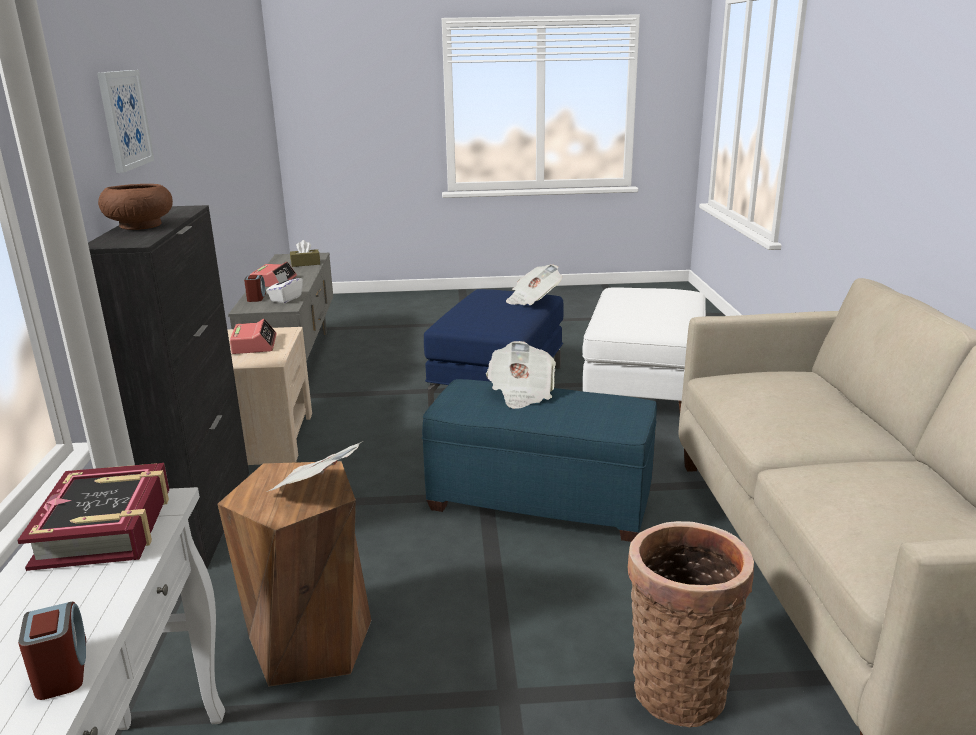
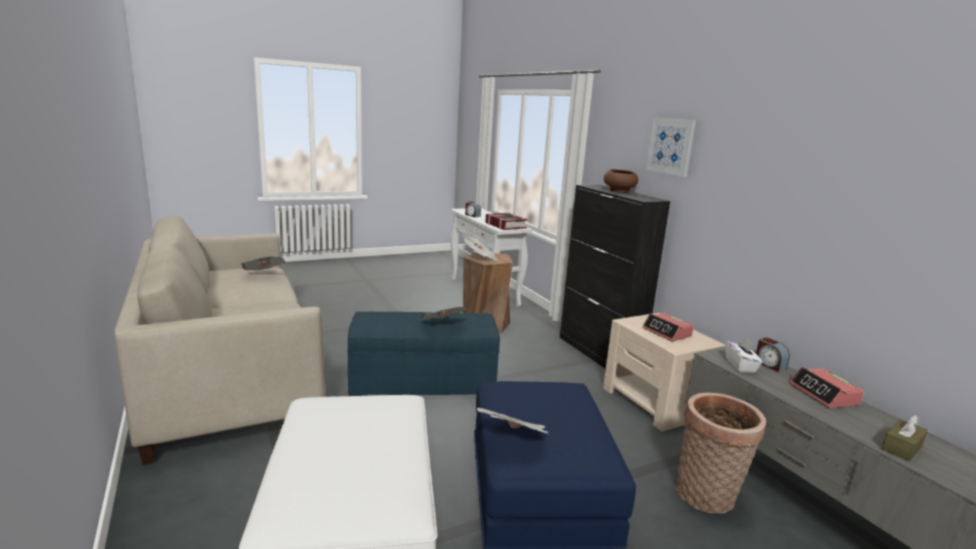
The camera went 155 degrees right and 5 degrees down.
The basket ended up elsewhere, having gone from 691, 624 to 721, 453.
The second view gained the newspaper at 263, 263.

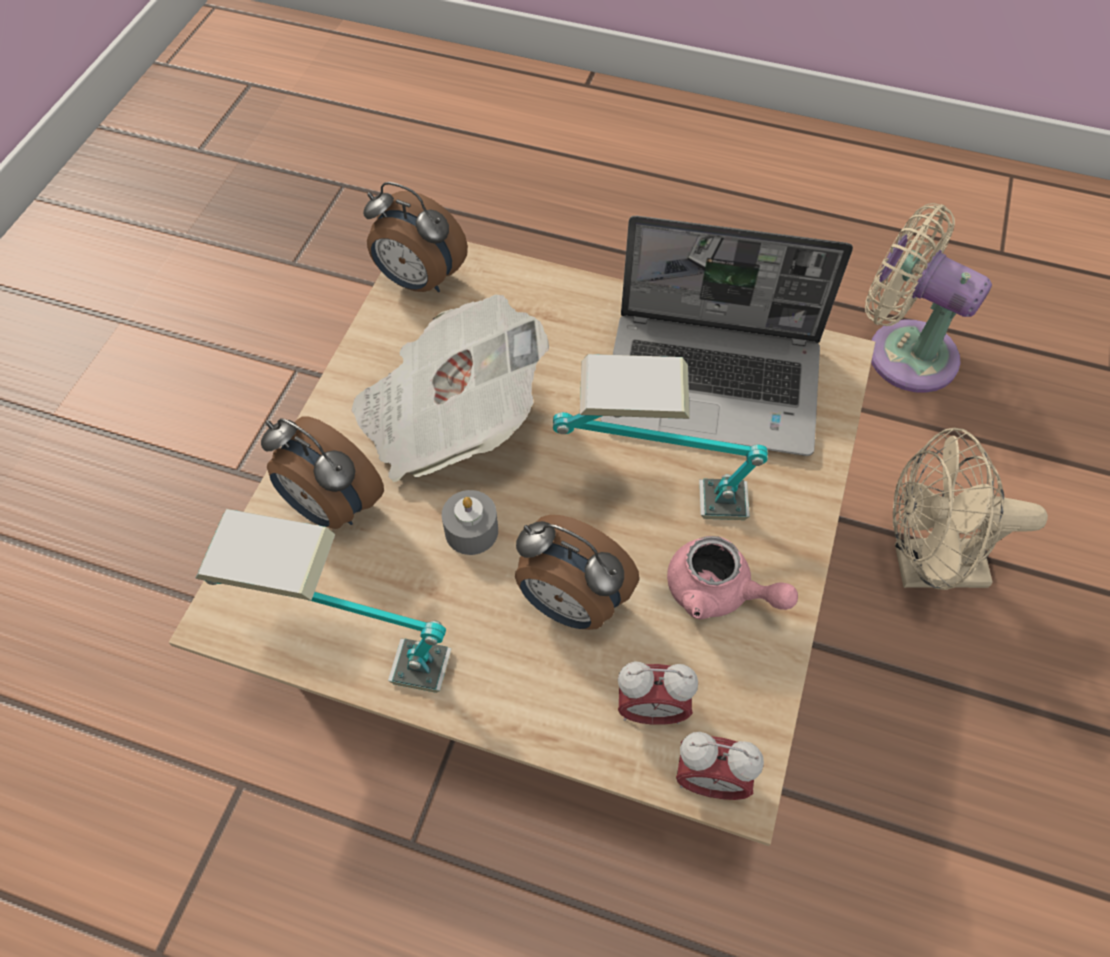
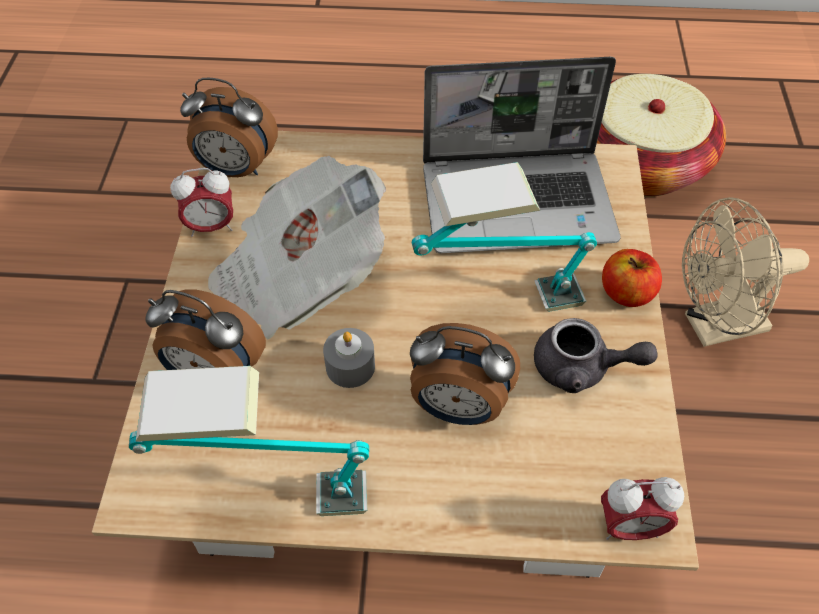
The camera went 15 degrees left and 5 degrees down.
The alarm clock ended up elsewhere, having gone from 658, 693 to 201, 202.
What was the pink teapot at 732, 578 turned into the grey teapot at 596, 355.
Where the beige fan stood at 928, 298, the basket came to stand at 661, 135.
The second view gained the apple at 632, 278.

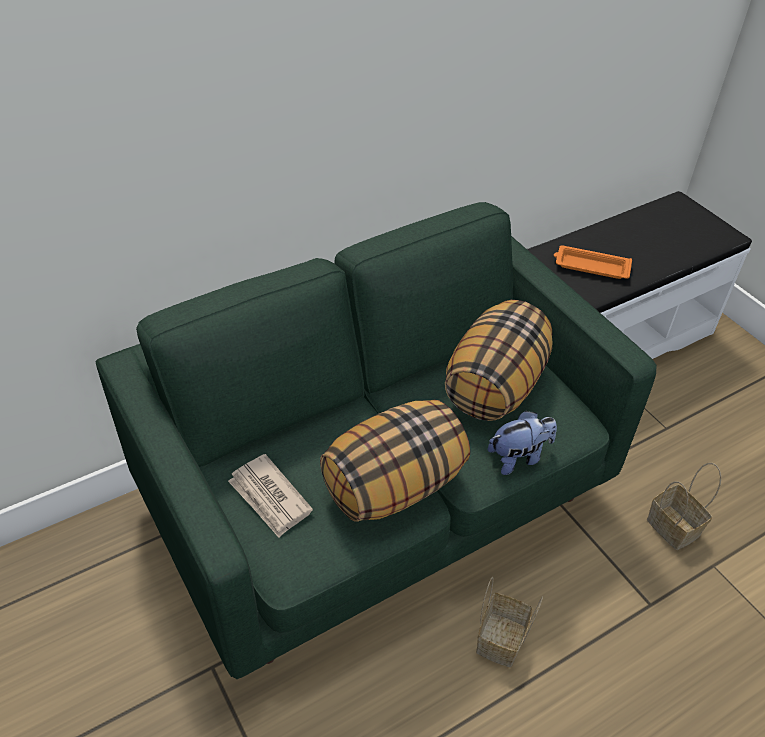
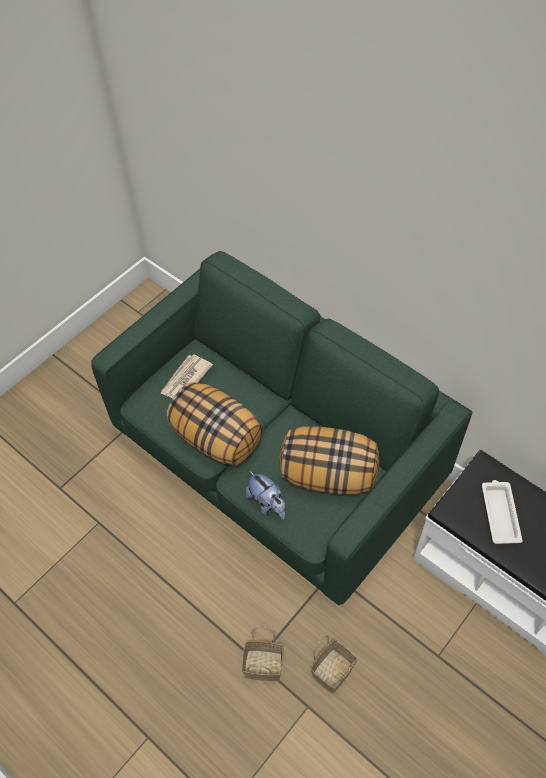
The camera went 75 degrees right and 10 degrees up.
The basket ended up elsewhere, having gone from 509, 622 to 262, 654.
What was the orange tray at 593, 262 turned into the white tray at 502, 512.

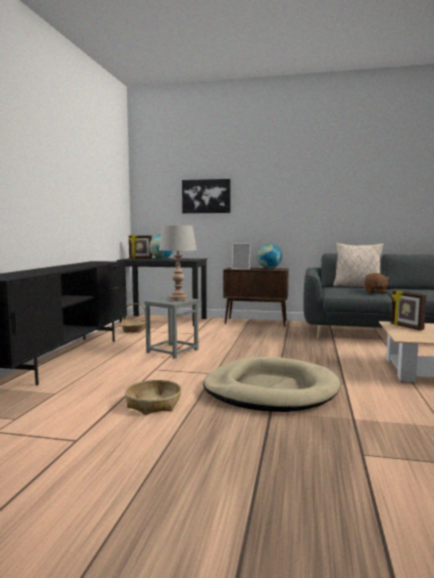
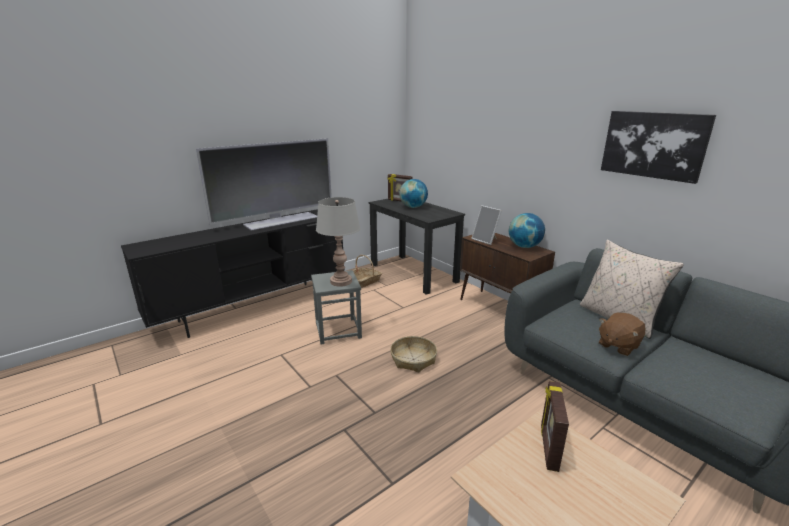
The camera went 40 degrees right and 15 degrees up.
The basket ended up elsewhere, having gone from 153, 397 to 413, 354.
The picture ended up elsewhere, having gone from 206, 196 to 658, 147.
The second view lost the beige dog bed at 272, 384.
The second view gained the television at 264, 184.

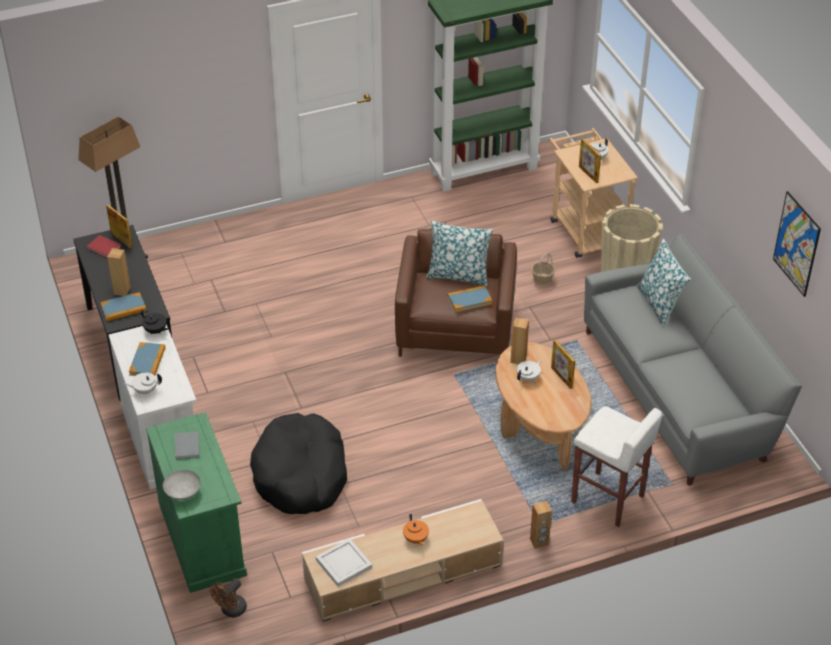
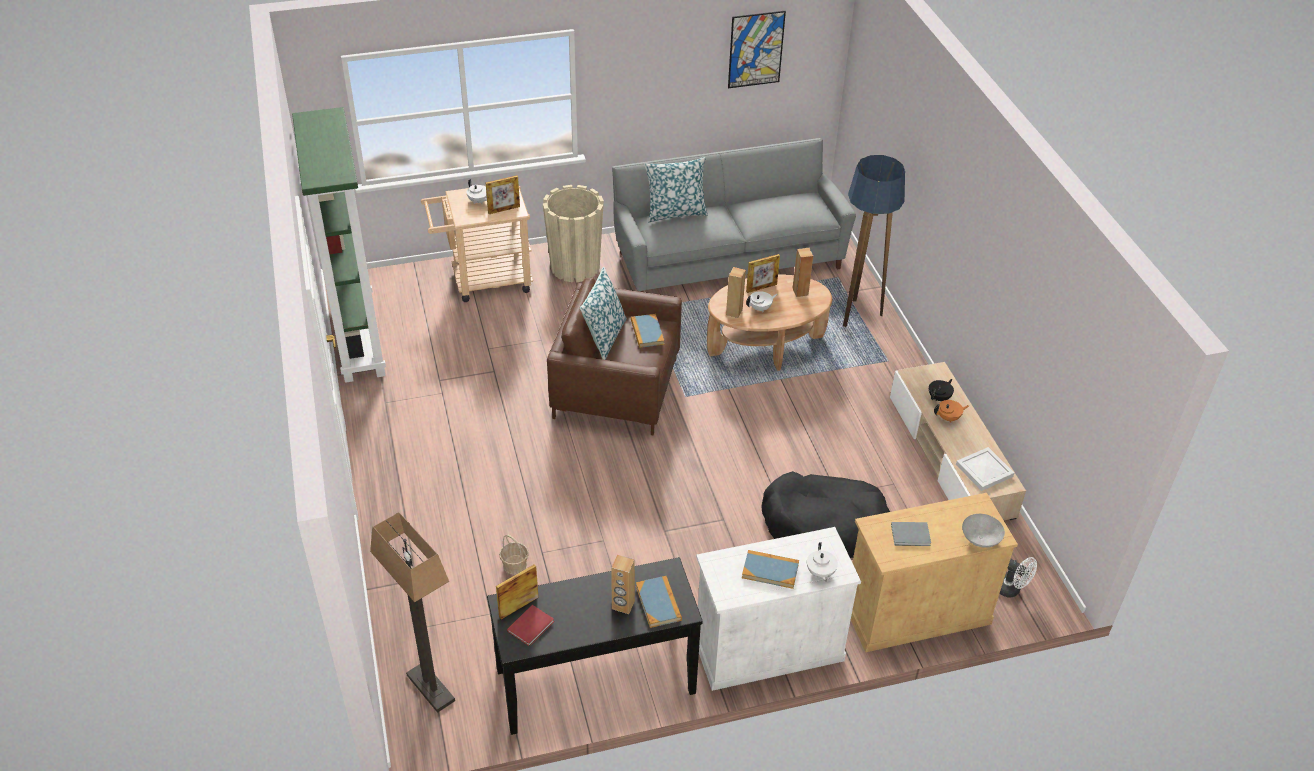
The camera went 85 degrees left and 0 degrees up.
The black teapot ended up elsewhere, having gone from 154, 322 to 941, 390.
What was the green cabinet at 196, 502 turned into the beige cabinet at 934, 572.
What was the brown fan at 228, 598 turned into the white fan at 1018, 577.
The white teapot at 529, 371 ended up facing another way, 105 degrees clockwise from before.
The brown speaker ended up elsewhere, having gone from 541, 525 to 802, 272.
The basket ended up elsewhere, having gone from 543, 270 to 514, 555.
Where the white stool stood at 616, 466, the floor lamp came to stand at 874, 241.

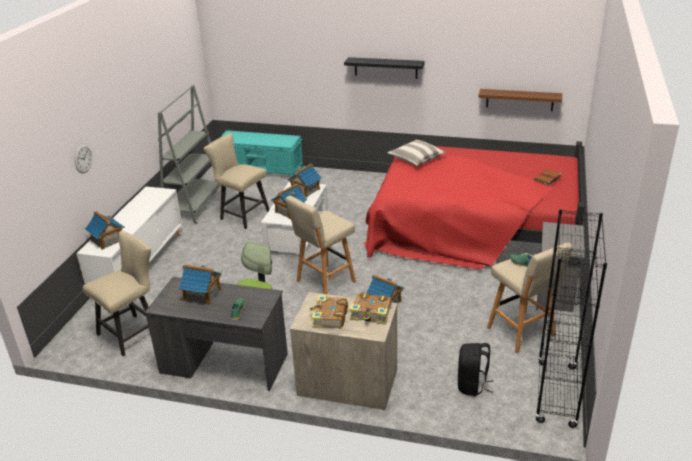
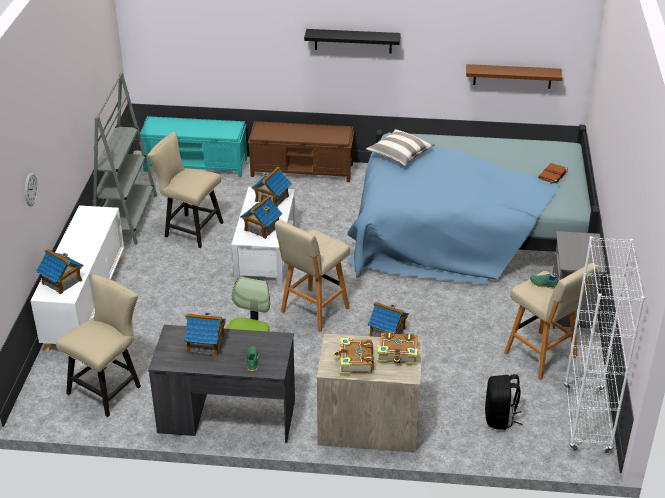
The camera went 10 degrees left and 5 degrees up.
What was the red bed at 474, 205 turned into the blue bed at 473, 205.
What was the black bookcase at 571, 318 turned into the white bookcase at 604, 345.
The second view gained the brown bench at 301, 151.

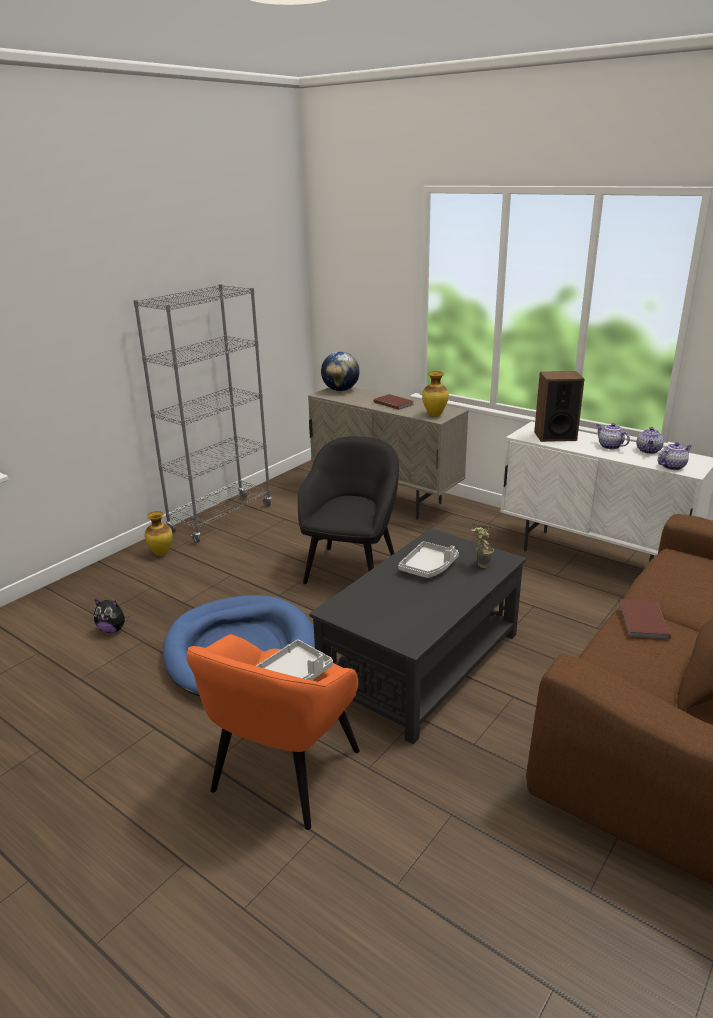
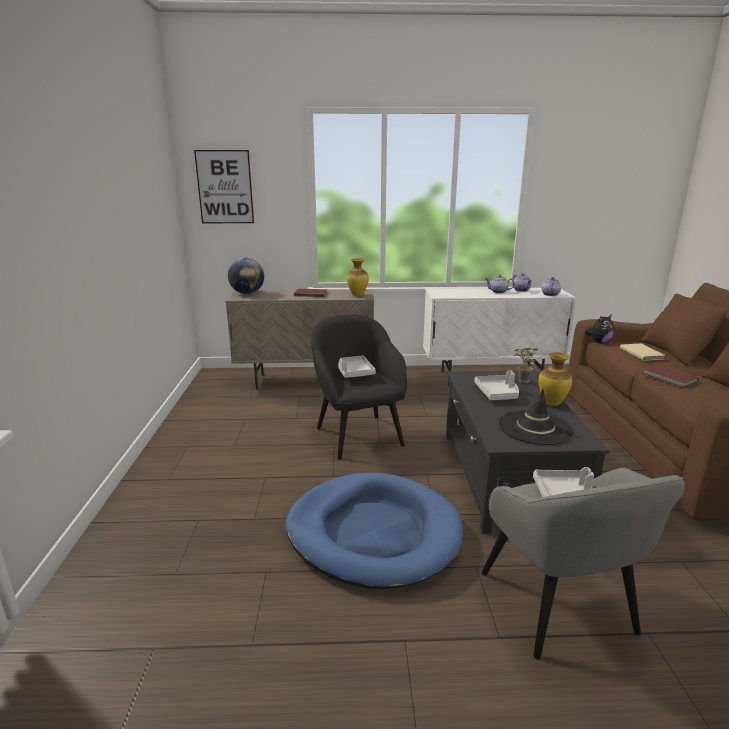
The camera went 40 degrees left and 5 degrees down.
The plush toy ended up elsewhere, having gone from 112, 616 to 599, 328.
The second view lost the grey bookcase at 202, 413.
The vase ended up elsewhere, having gone from 158, 533 to 555, 379.
What was the orange armchair at 273, 732 turned into the grey armchair at 583, 564.
The second view lost the speaker at 559, 406.
The second view gained the picture at 224, 186.
The second view gained the grey tray at 357, 366.
The second view gained the black hat at 536, 417.
The second view gained the beige book at 642, 352.

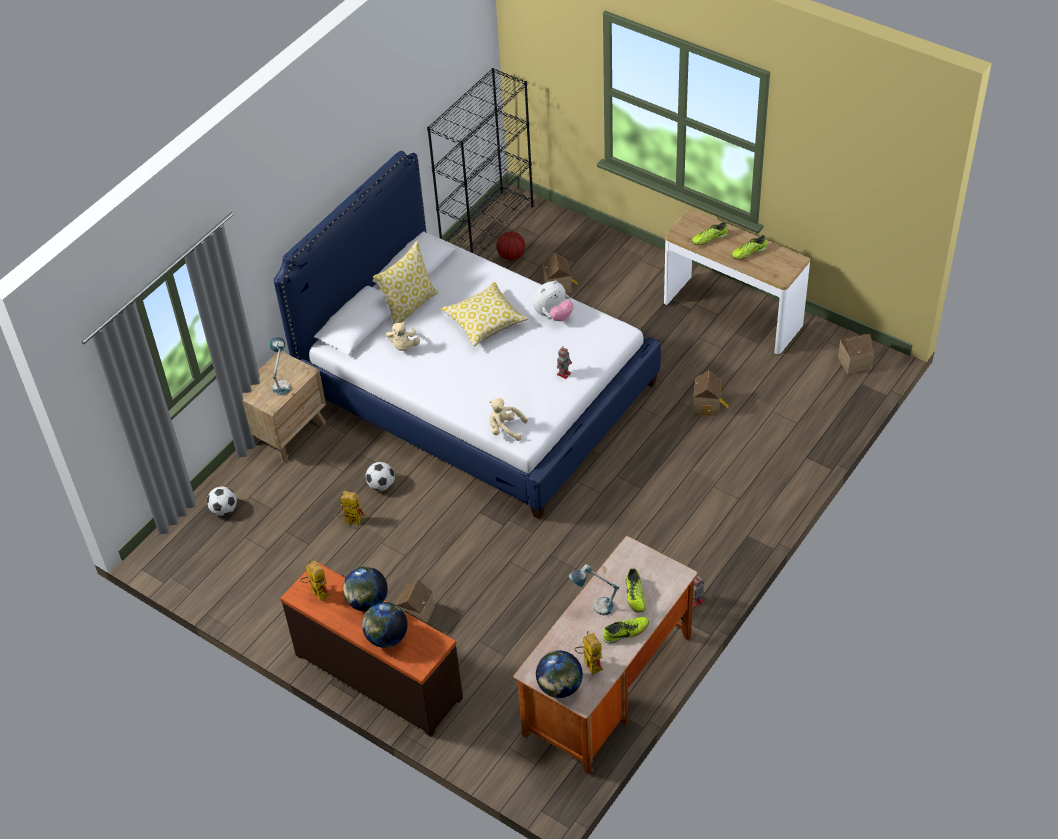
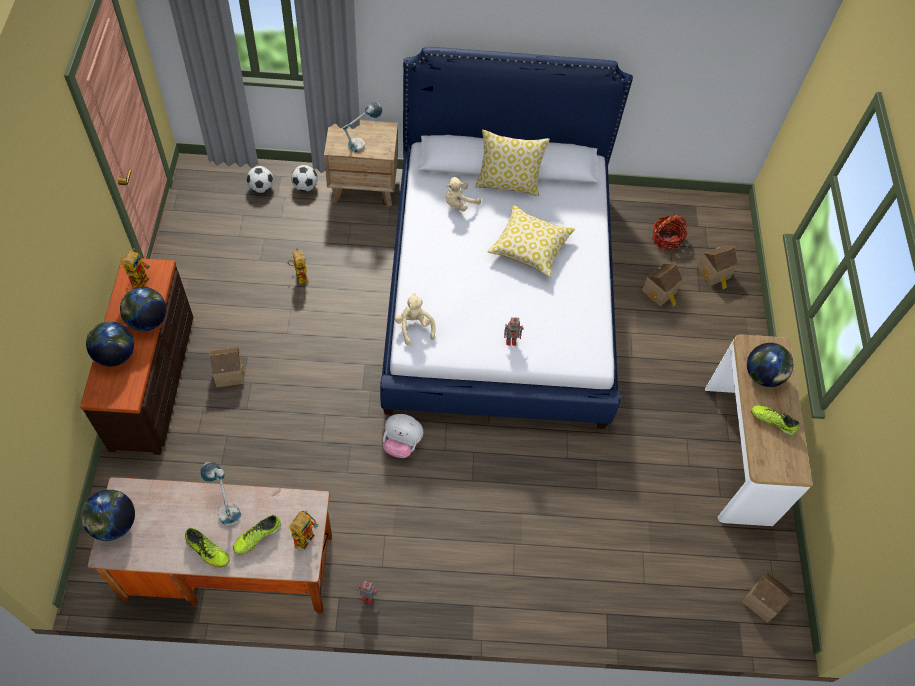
The camera went 50 degrees right and 10 degrees up.
The football ended up elsewhere, having gone from 380, 476 to 304, 178.
The second view lost the black bookcase at 480, 162.
Where the basketball stood at 510, 245, the basket came to stand at 669, 232.
The plush toy ended up elsewhere, having gone from 553, 300 to 403, 436.
The toy robot ended up elsewhere, having gone from 588, 653 to 304, 530.
Where the shoe stood at 710, 233, the globe came to stand at 770, 365.
The toy house ended up elsewhere, having gone from 710, 393 to 717, 267.

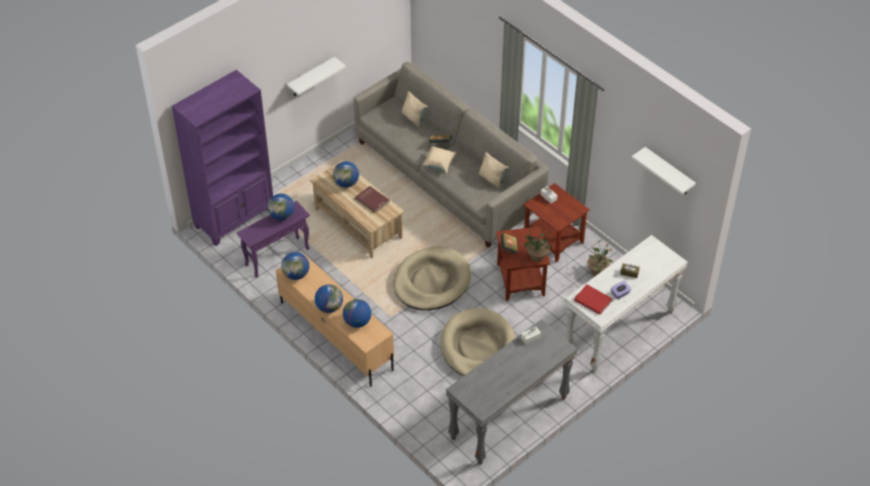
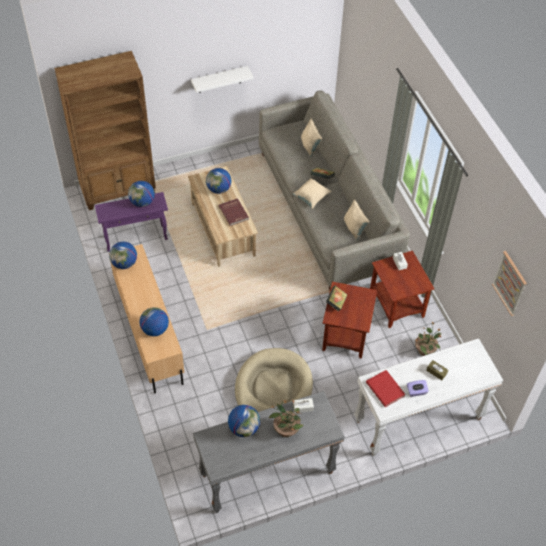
The camera went 20 degrees right and 5 degrees up.
What was the purple bookcase at 222, 158 turned into the brown bookcase at 105, 130.
The globe ended up elsewhere, having gone from 329, 298 to 244, 421.
The second view lost the beige dog bed at 432, 278.
The potted plant ended up elsewhere, having gone from 537, 244 to 286, 418.
Where the white shelf hung at 664, 170, the picture came to hang at 509, 283.

